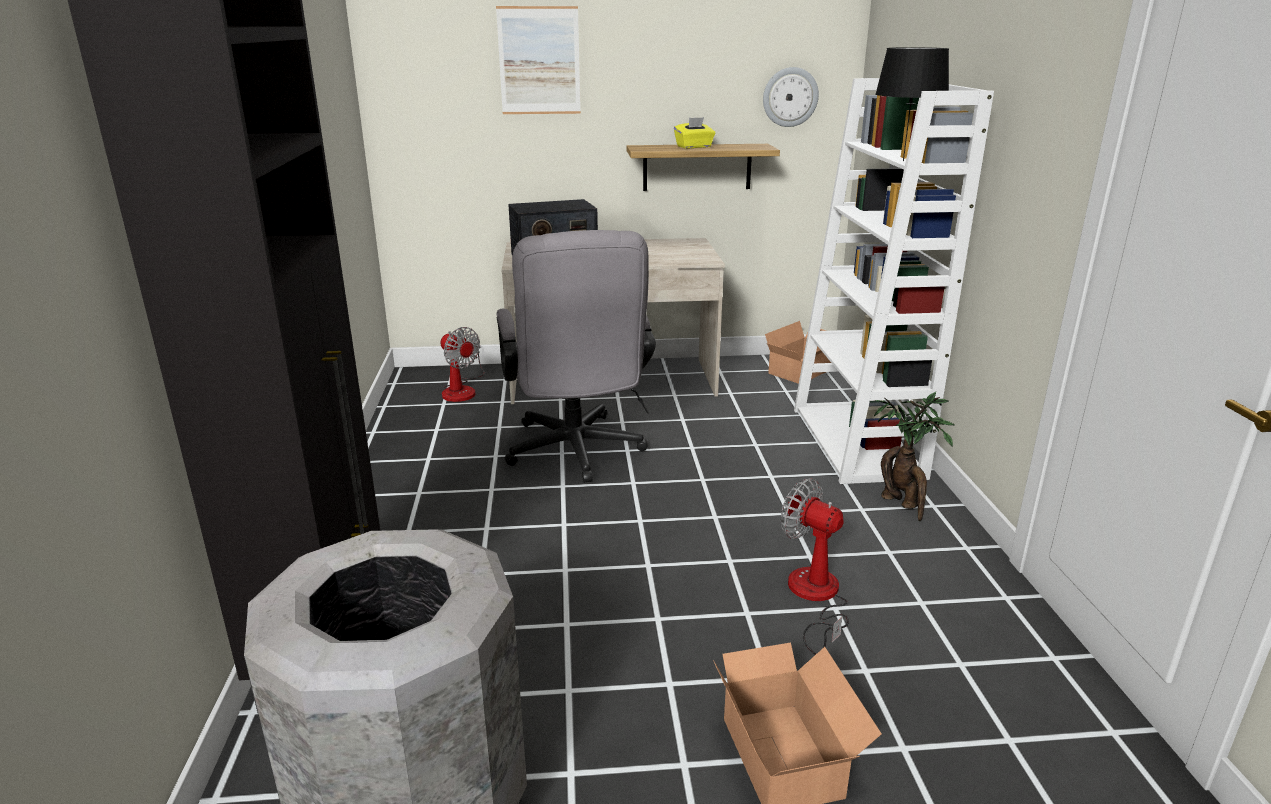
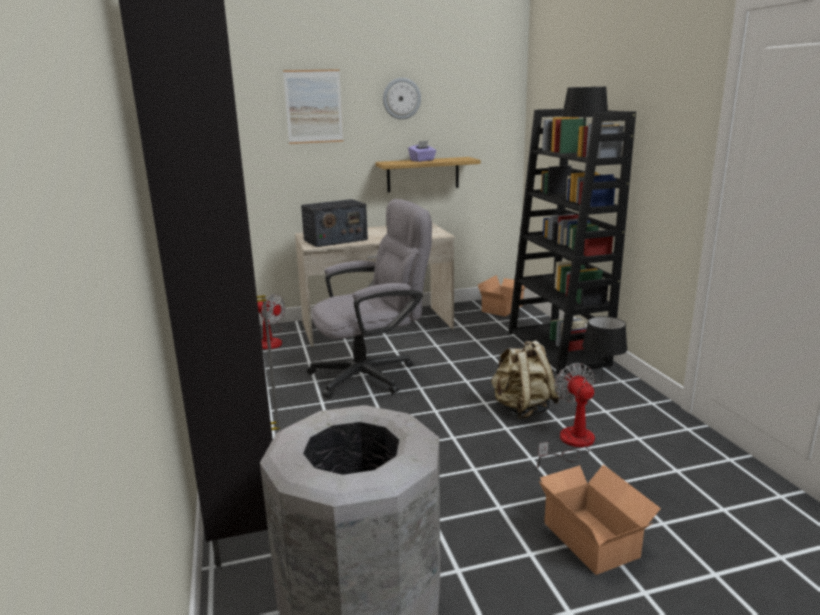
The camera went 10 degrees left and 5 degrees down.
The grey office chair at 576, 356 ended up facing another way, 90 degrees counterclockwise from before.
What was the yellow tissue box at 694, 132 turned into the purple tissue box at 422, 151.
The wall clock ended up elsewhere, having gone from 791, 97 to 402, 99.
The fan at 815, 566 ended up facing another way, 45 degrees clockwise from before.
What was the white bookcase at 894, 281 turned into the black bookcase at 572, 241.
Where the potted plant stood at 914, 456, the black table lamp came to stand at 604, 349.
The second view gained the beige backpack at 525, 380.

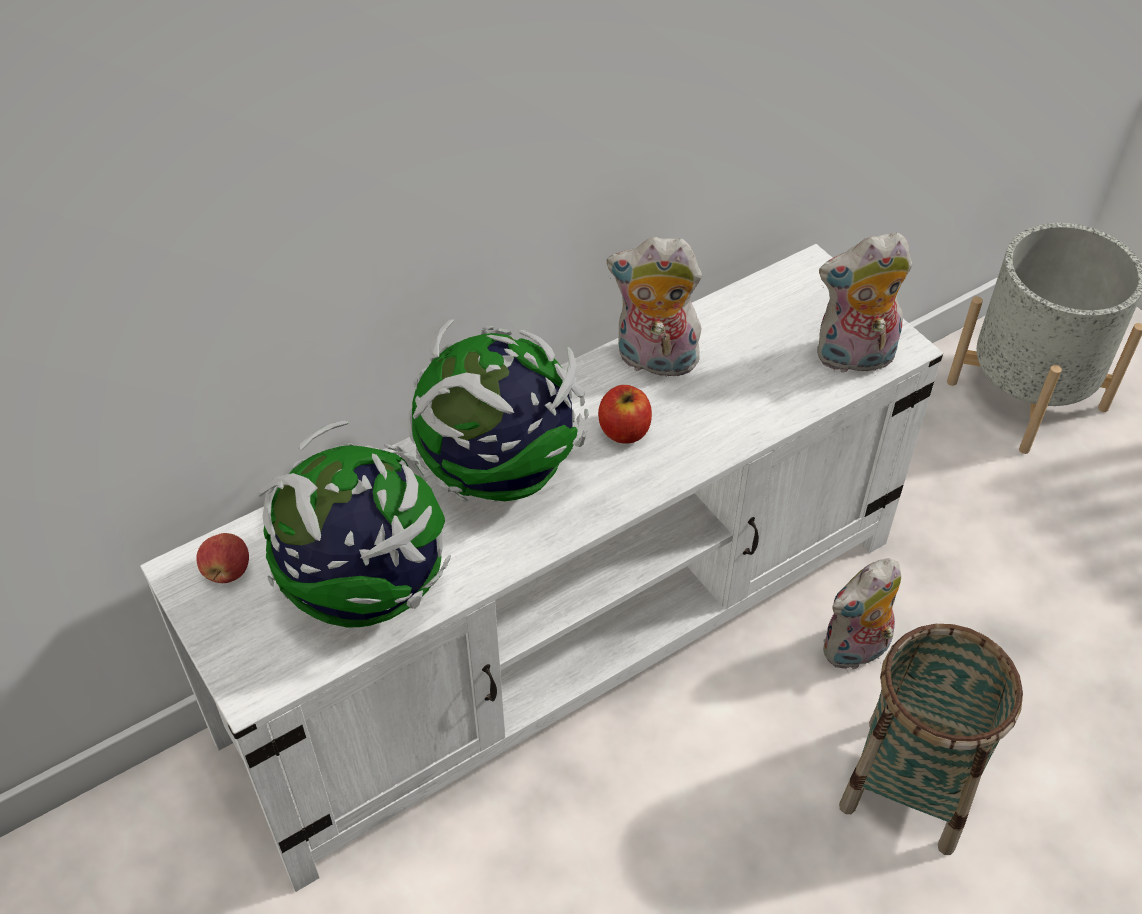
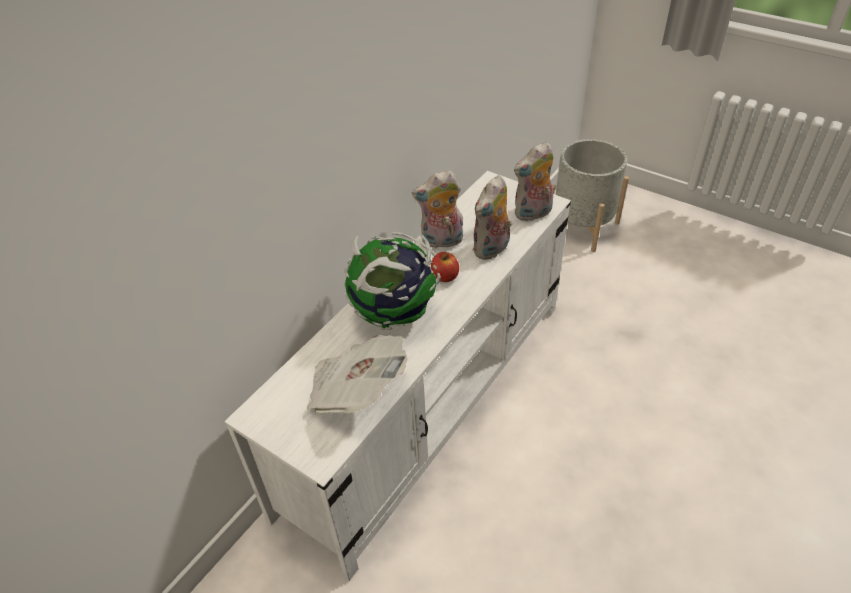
The camera went 20 degrees left and 5 degrees down.
The second view lost the apple at 222, 558.
Where the globe stood at 354, 524, the newspaper came to stand at 357, 374.
The plush toy ended up elsewhere, having gone from 862, 615 to 494, 217.
The second view lost the basket at 931, 739.

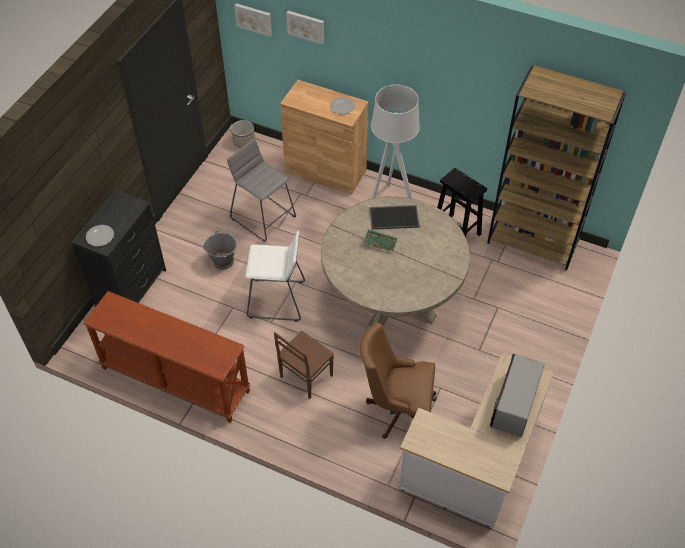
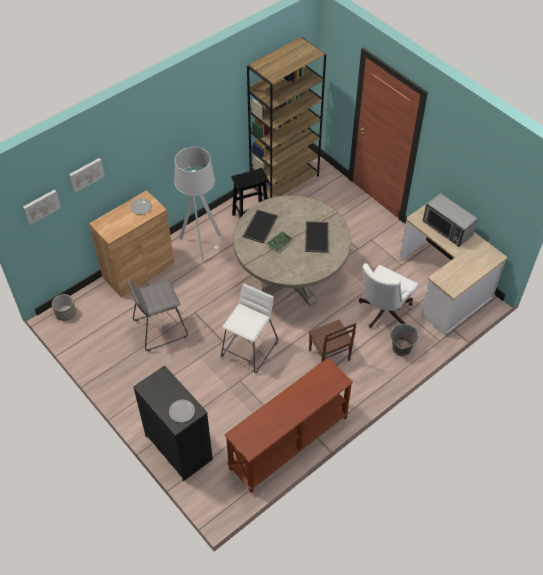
The camera went 65 degrees left and 0 degrees up.
The grey bucket ended up elsewhere, having gone from 219, 250 to 404, 340.
What was the brown office chair at 398, 381 turned into the white office chair at 388, 295.
The second view gained the tray at 317, 237.

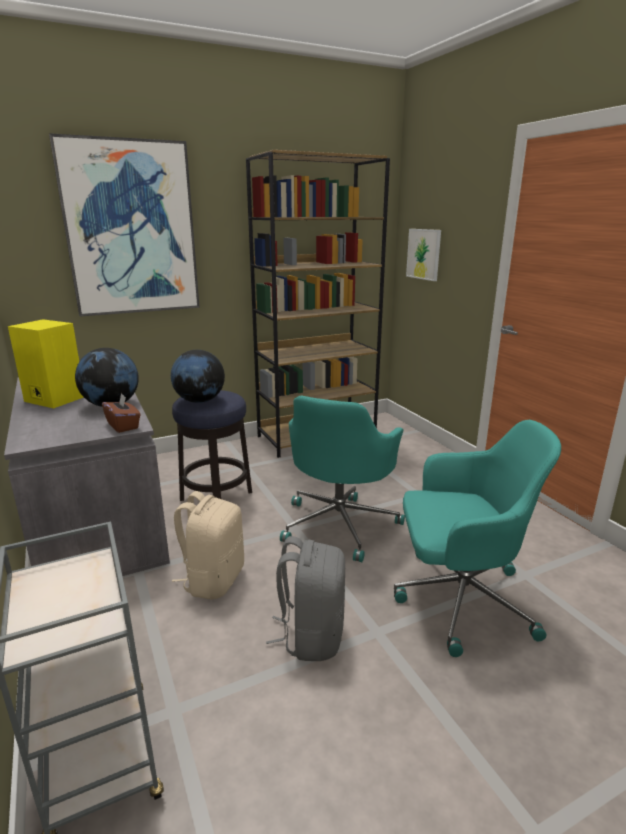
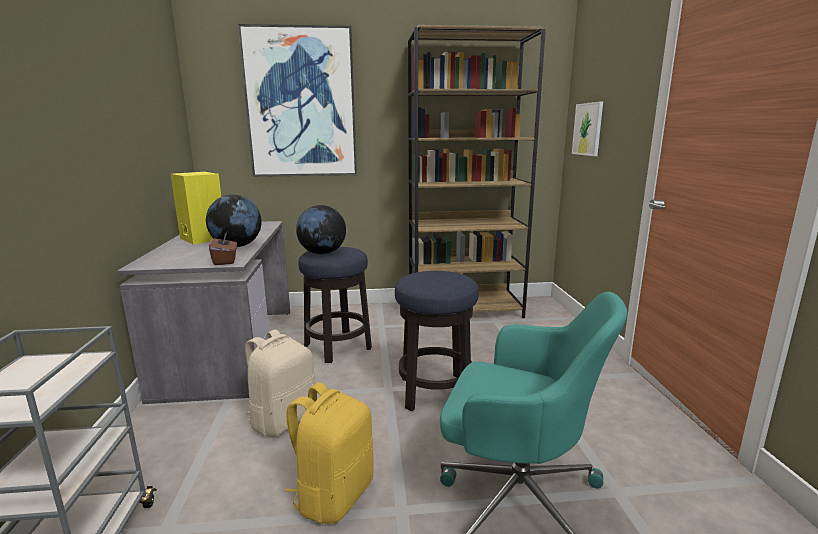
The camera went 20 degrees right and 5 degrees down.
What was the grey backpack at 305, 598 turned into the yellow backpack at 329, 453.
Where the turquoise office chair stood at 342, 479, the stool came to stand at 437, 341.

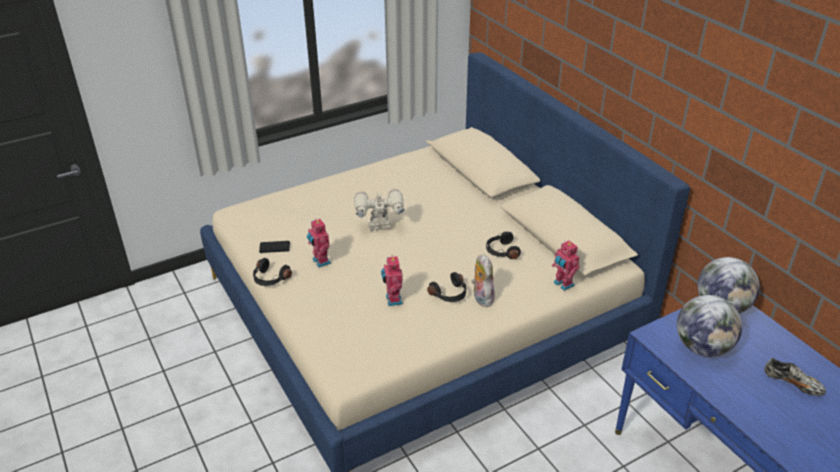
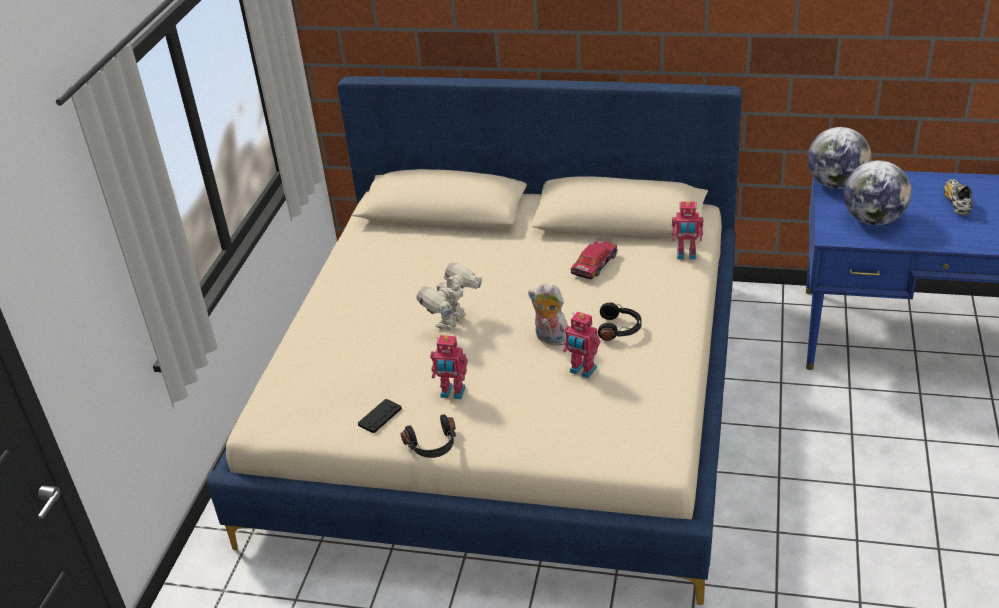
The camera went 45 degrees left and 0 degrees up.
The plush toy ended up elsewhere, having gone from 483, 280 to 548, 314.
Where the black headphones stood at 503, 245, the toy car came to stand at 594, 259.
The shoe at 795, 377 ended up facing another way, 75 degrees counterclockwise from before.

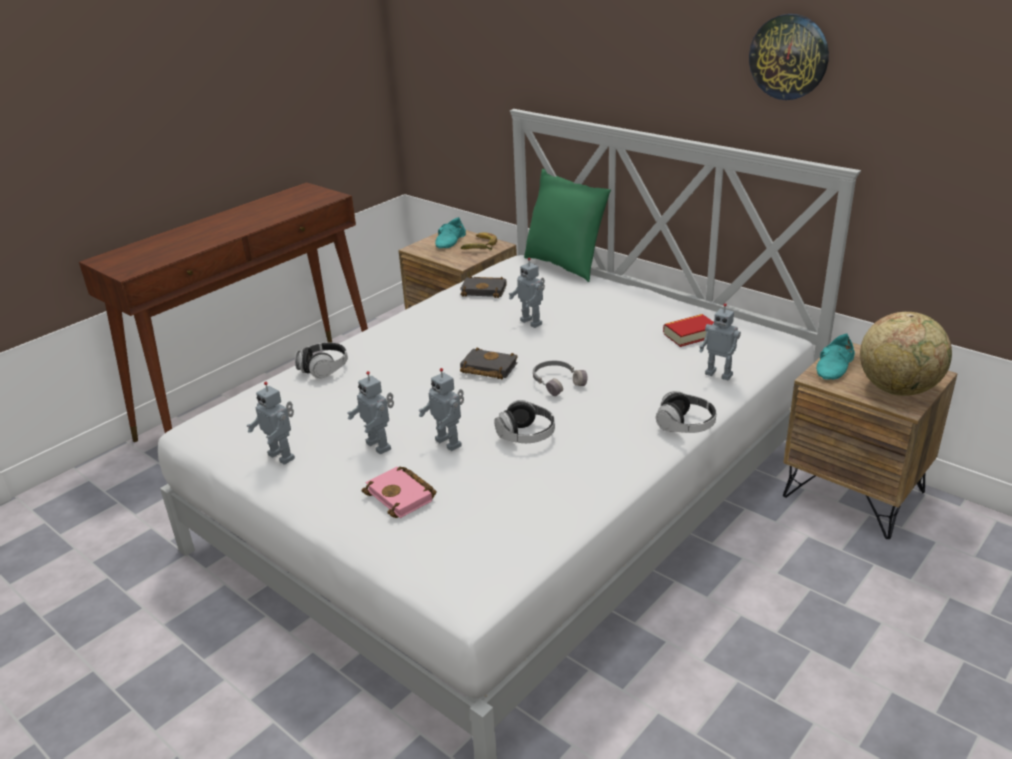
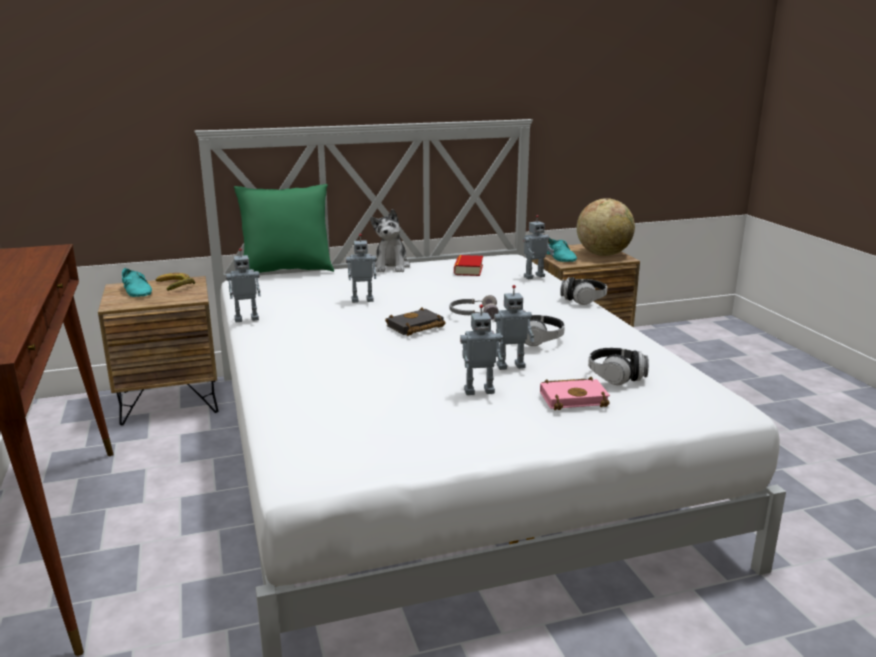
The camera went 60 degrees left and 10 degrees down.
The toy robot ended up elsewhere, having gone from 271, 423 to 243, 285.
The headphones ended up elsewhere, having gone from 321, 360 to 618, 366.
The second view lost the black book at 483, 287.
The second view lost the wall clock at 789, 57.
The second view gained the plush toy at 390, 240.

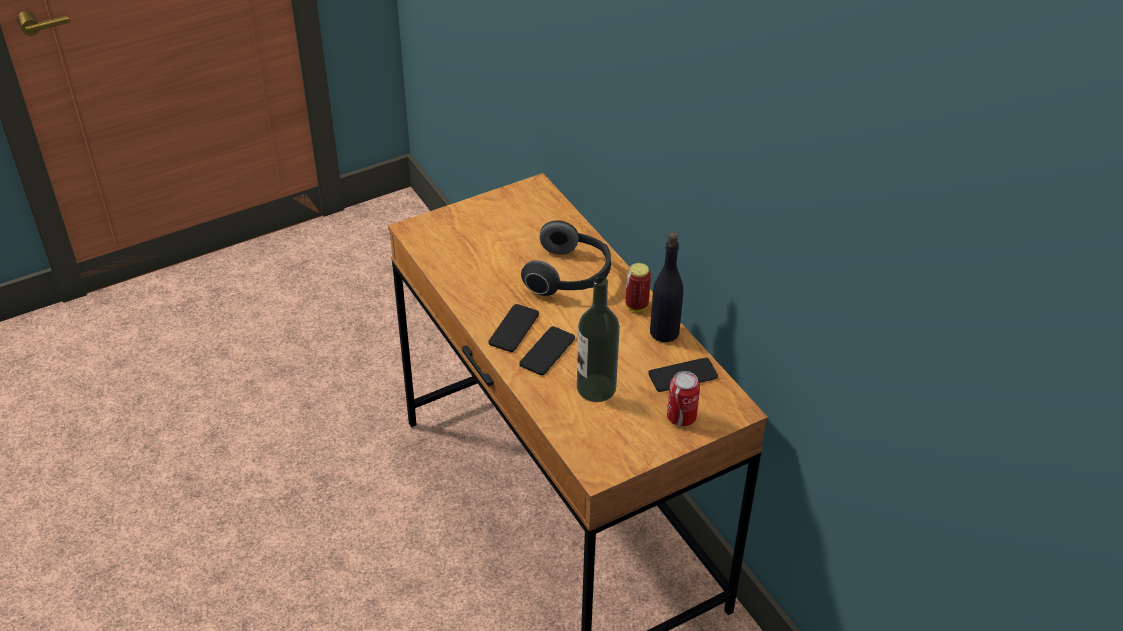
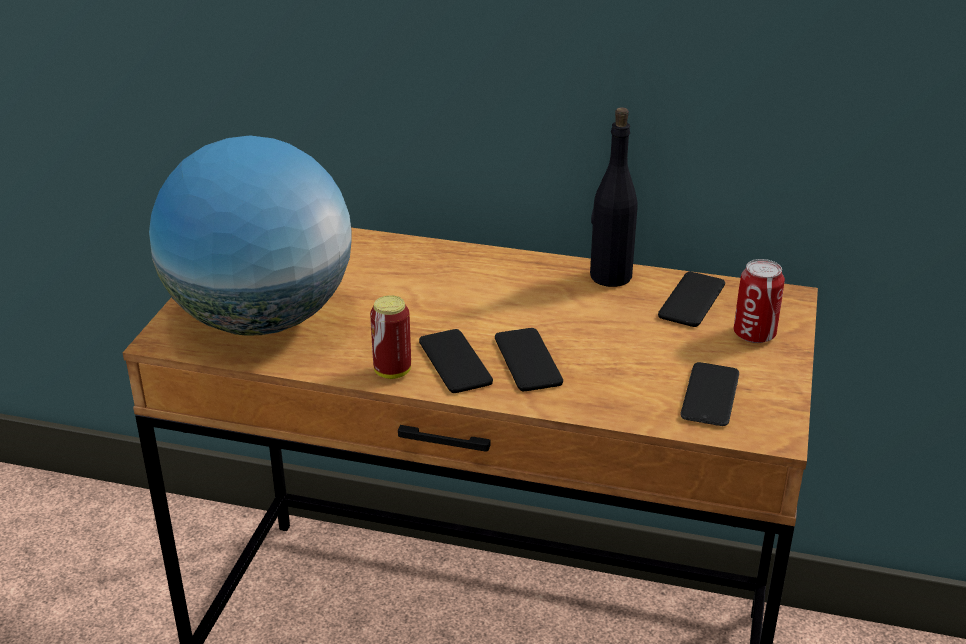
The camera went 45 degrees left and 10 degrees down.
The second view lost the headphones at 566, 258.
The second view lost the bottle at 598, 339.
The can ended up elsewhere, having gone from 638, 287 to 390, 337.
The second view gained the globe at 250, 235.
The second view gained the phone at 709, 394.

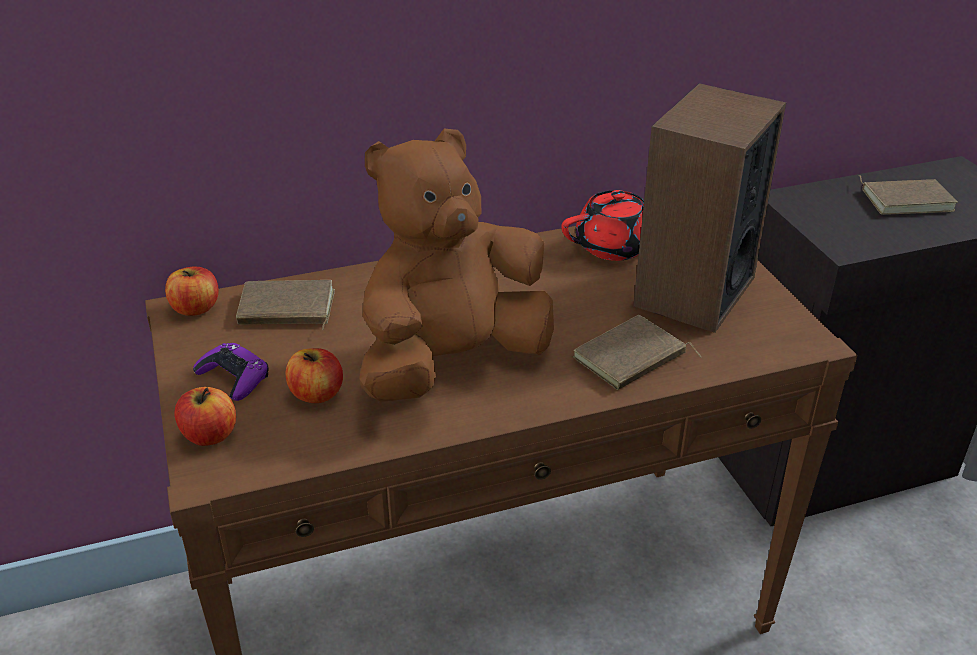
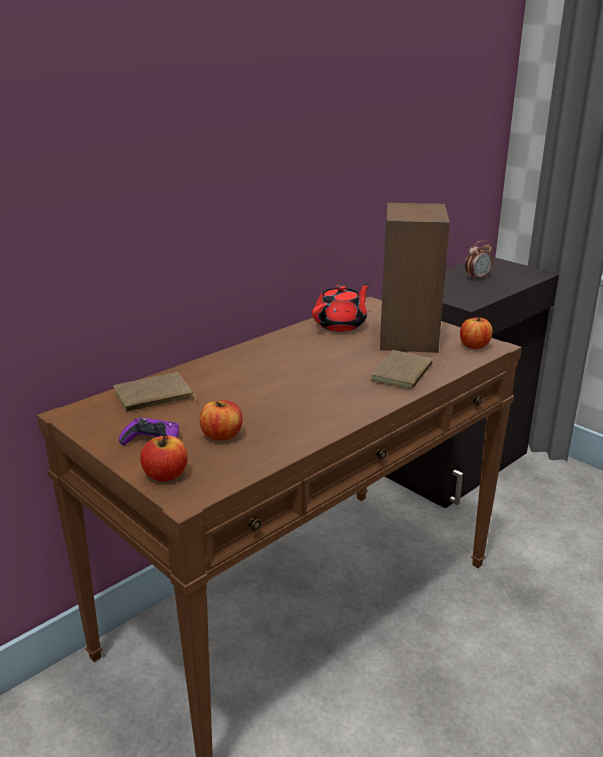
The camera went 25 degrees left and 10 degrees down.
The apple ended up elsewhere, having gone from 192, 291 to 476, 333.
The second view lost the brown plush toy at 457, 265.
Where the brown book stood at 908, 195, the alarm clock came to stand at 478, 260.

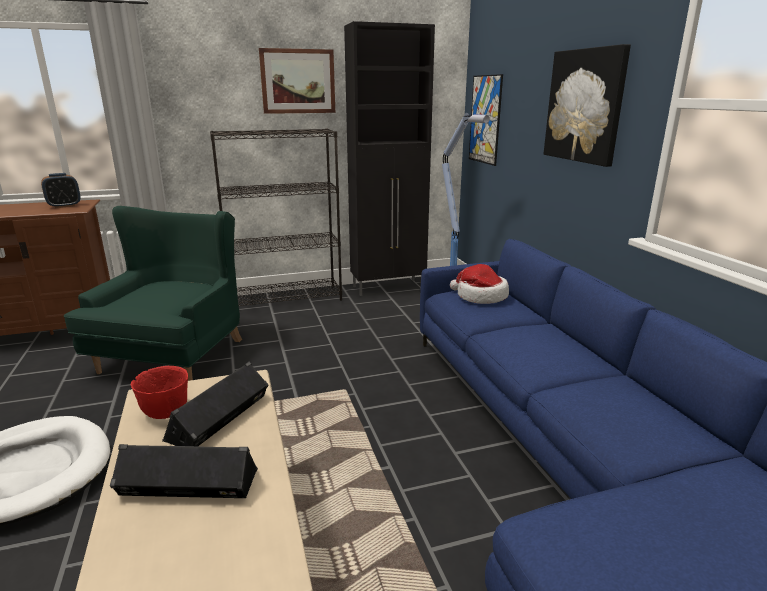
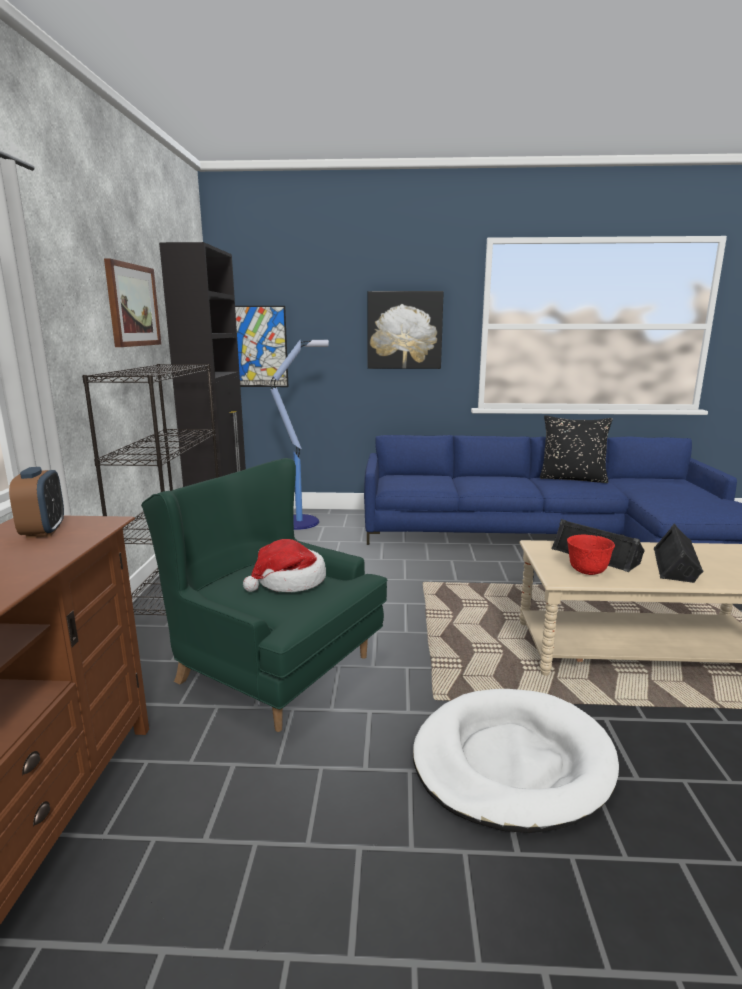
The camera went 70 degrees left and 5 degrees down.
The hat ended up elsewhere, having gone from 479, 284 to 284, 565.
The second view gained the black pillow at 576, 449.

